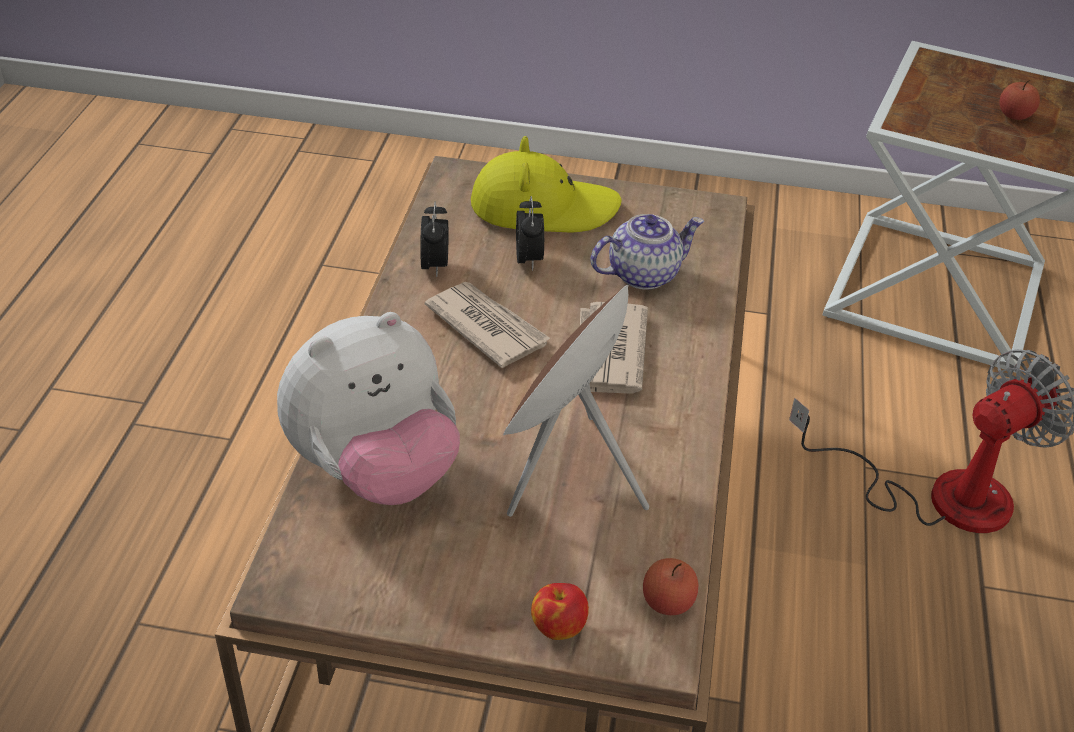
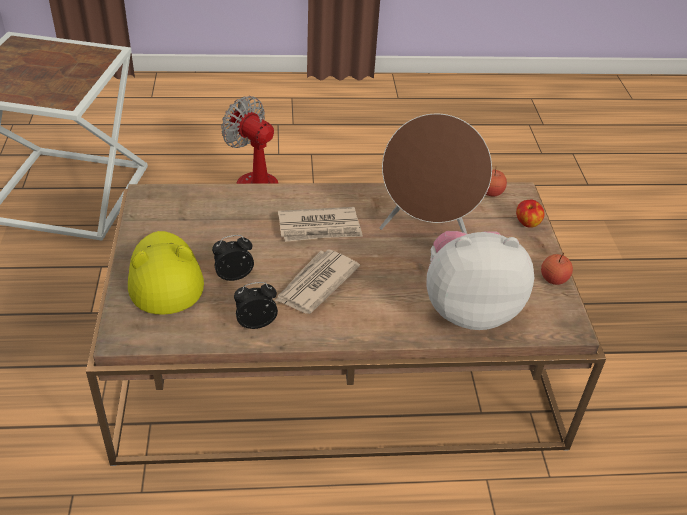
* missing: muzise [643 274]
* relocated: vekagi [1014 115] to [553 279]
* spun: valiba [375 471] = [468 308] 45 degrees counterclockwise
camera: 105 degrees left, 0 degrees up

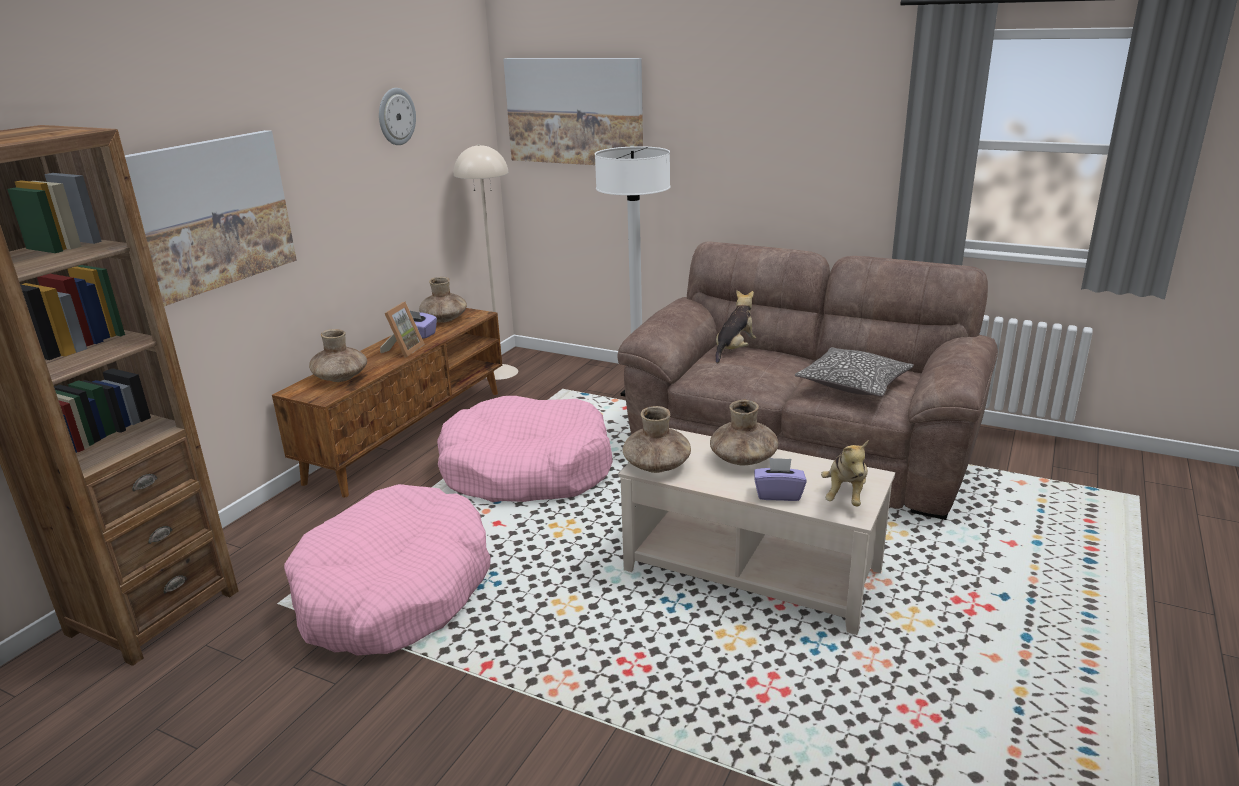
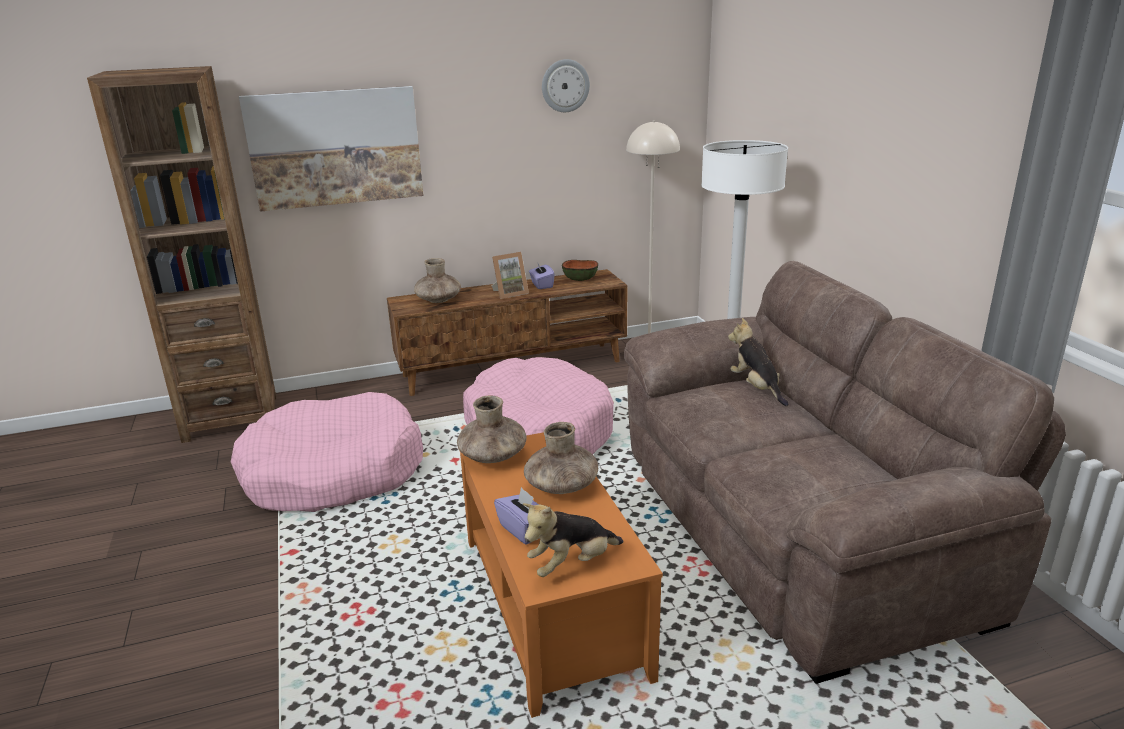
* missing: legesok [574 111]
* missing: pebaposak [853 384]
* exchanged: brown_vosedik [444 319] to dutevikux [580 279]
* colour: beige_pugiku [752 570] to orange_pugiku [552 605]
* spun: valiba [734 350] = [756 388] 105 degrees counterclockwise
camera: 45 degrees right, 0 degrees up

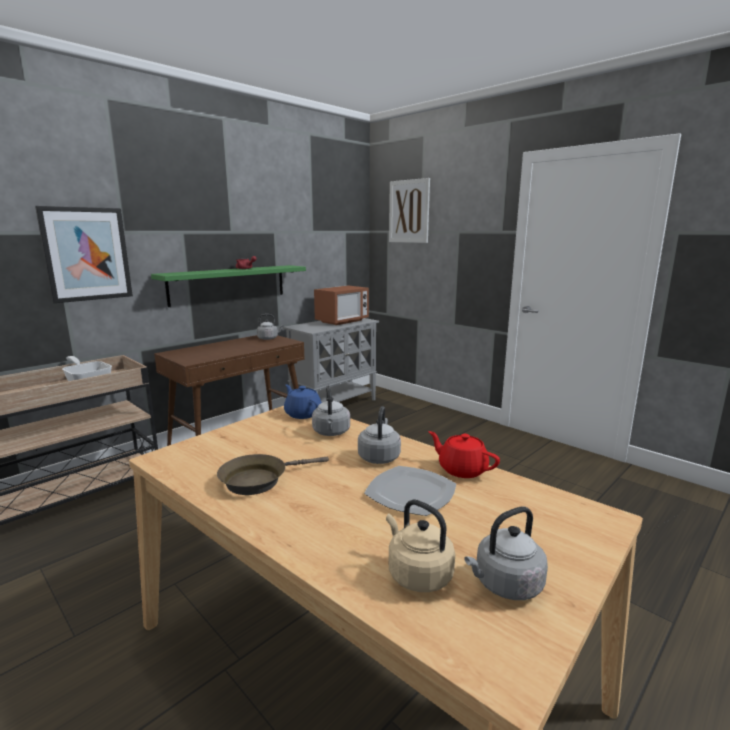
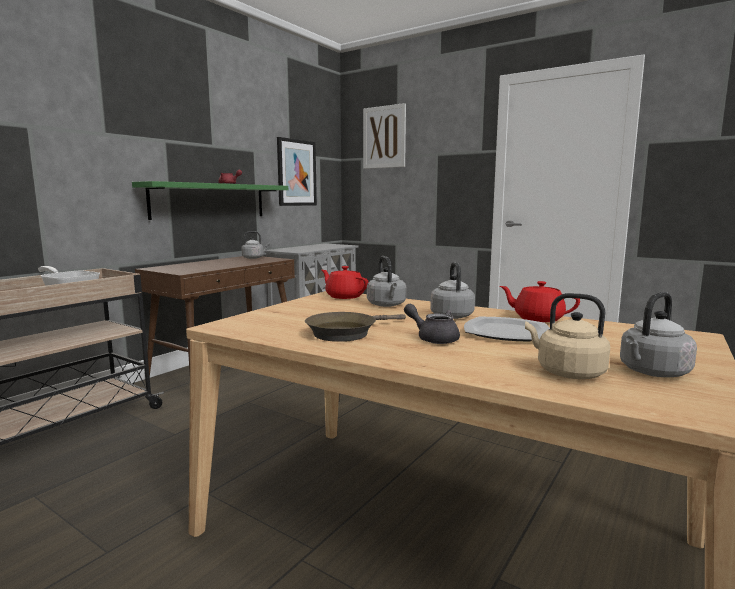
* missing: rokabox [342 321]
* appeared: grey_muzise [433 338]
* relocated: legesok [86 254] to [296 173]
* colour: blue_muzise [302 414] to red_muzise [344 296]
camera: 10 degrees left, 5 degrees down

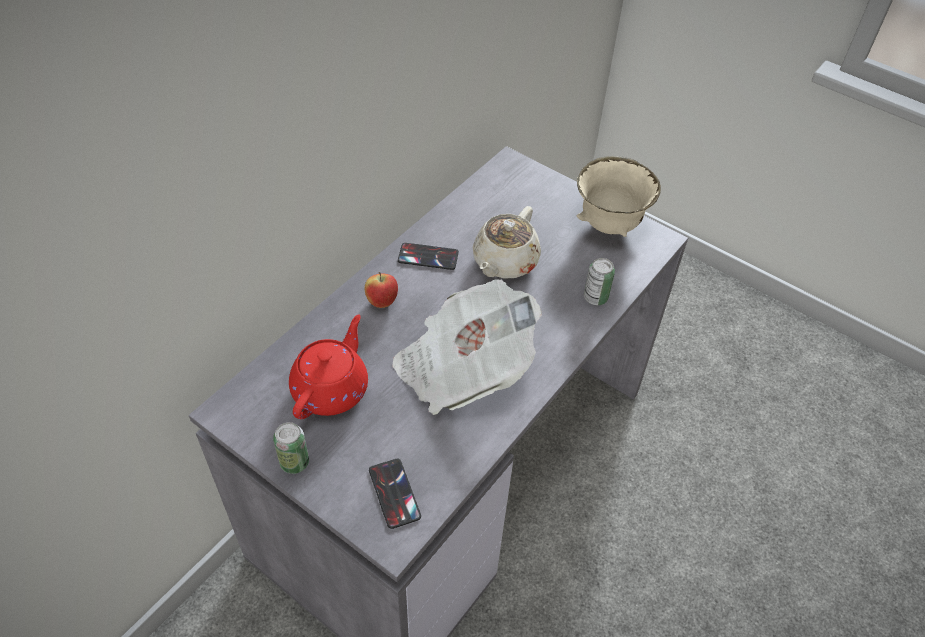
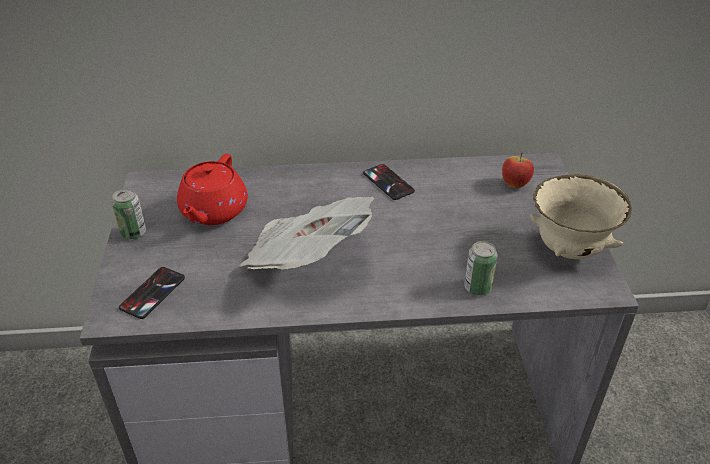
* missing: beige_muzise [504 262]
* relocated: vekagi [382 302] to [514 185]
* spun: red_muzise [331 388] = [213 211] 120 degrees clockwise
camera: 50 degrees right, 10 degrees down

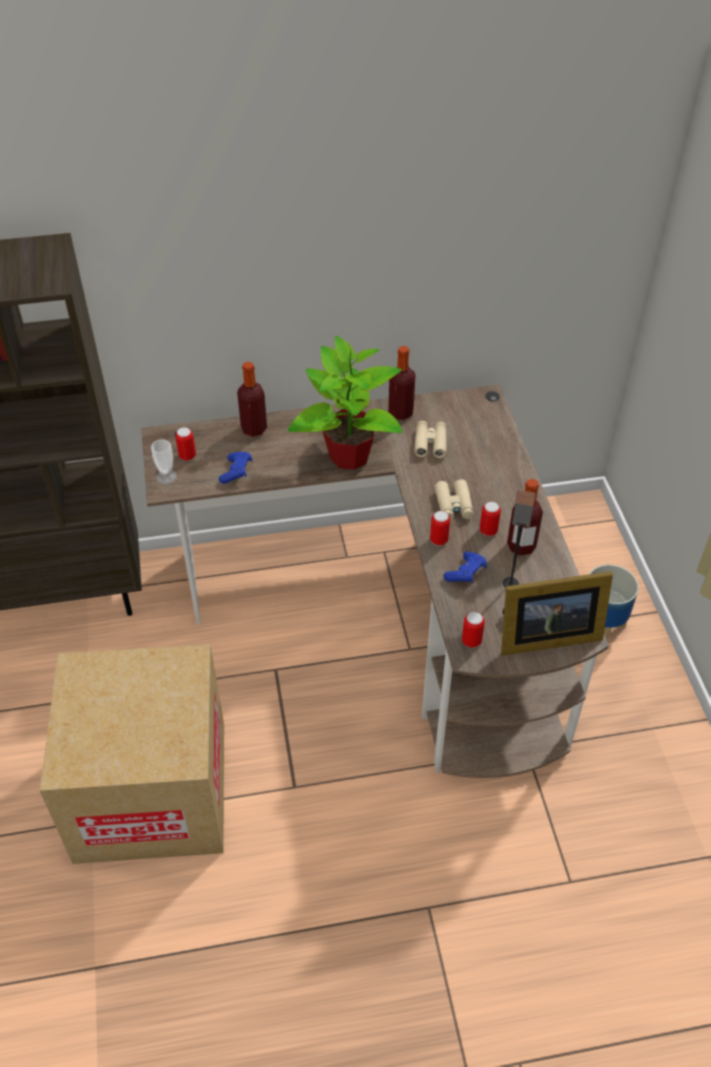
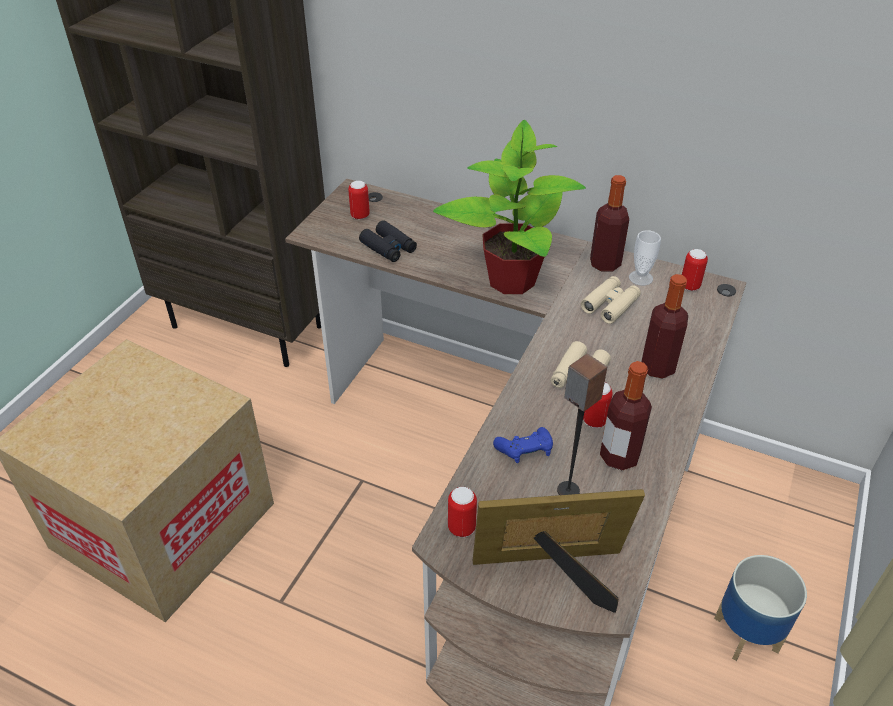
* relocated: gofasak [166 476] to [640 278]
* relocated: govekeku [254 429] to [657 367]
* relocated: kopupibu [439 540] to [689 286]
* exchanged: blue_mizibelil [236 472] to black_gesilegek [388 247]
* spun: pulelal [544 636] = [555 573] 150 degrees clockwise
camera: 35 degrees right, 5 degrees down

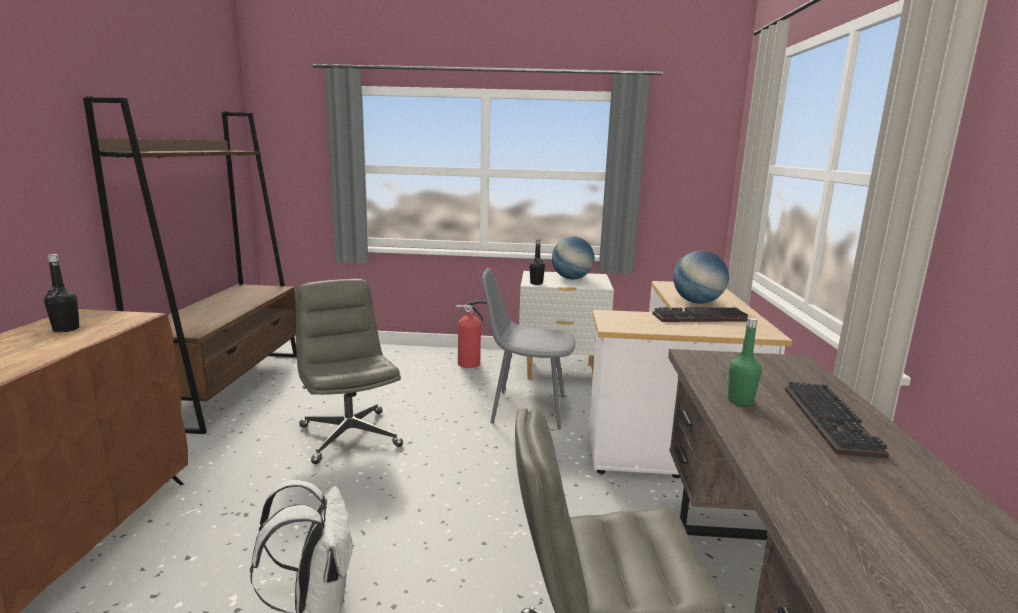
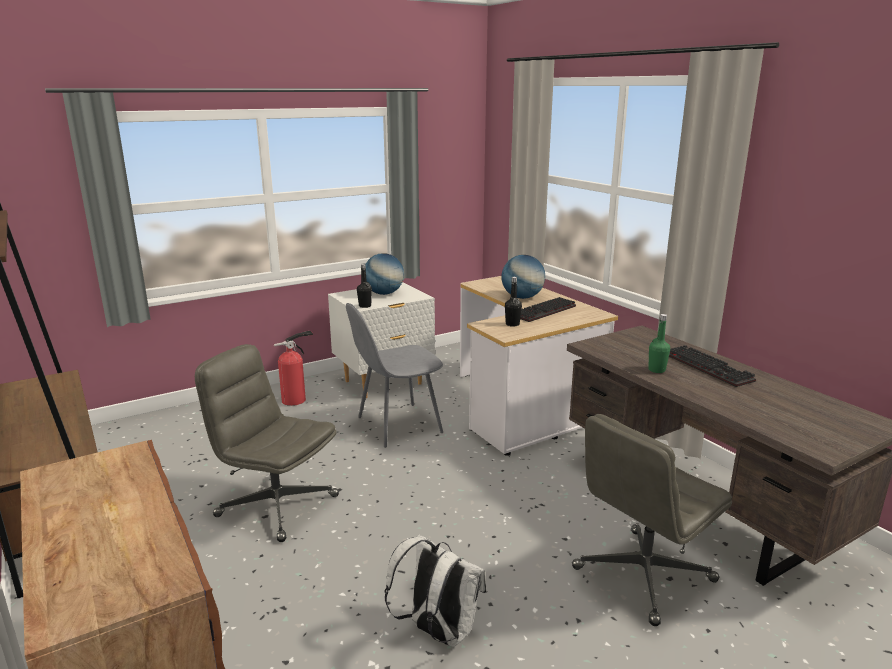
* relocated: black_govekeku [66 329] to [512 324]
camera: 35 degrees left, 5 degrees up

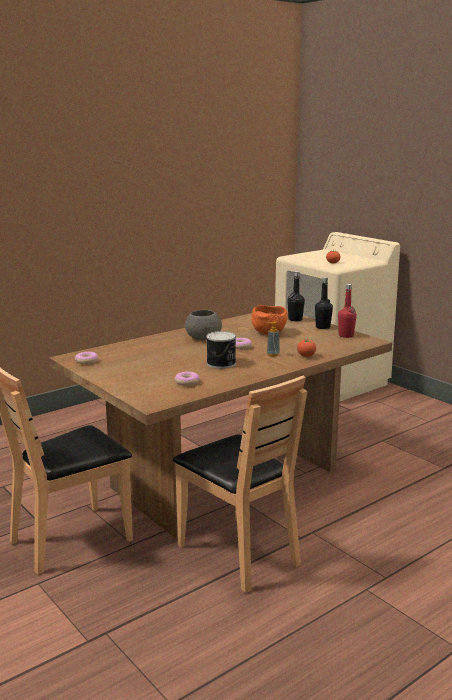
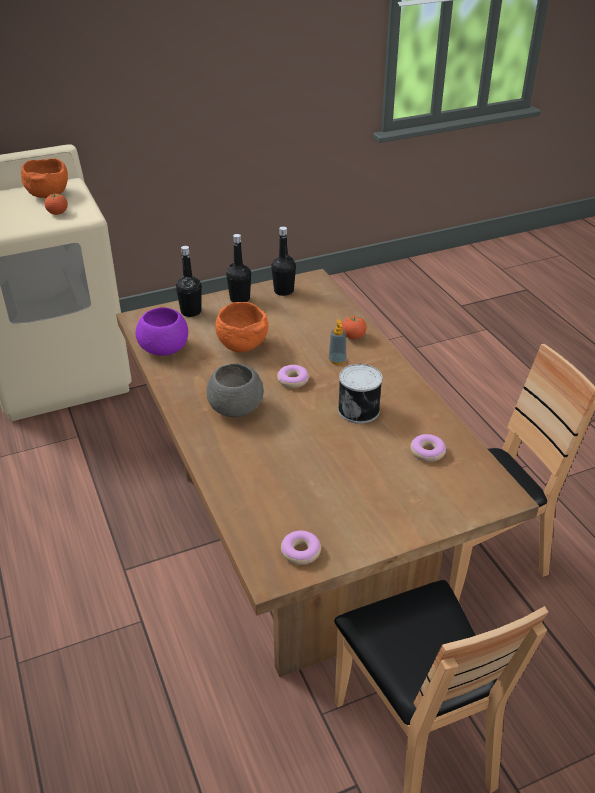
* appeared: orange_dutevikux [48 194]
* appeared: purple_dutevikux [164 349]
* colour: red_govekeku [346 335] to black_govekeku [283 291]
camera: 75 degrees left, 20 degrees up

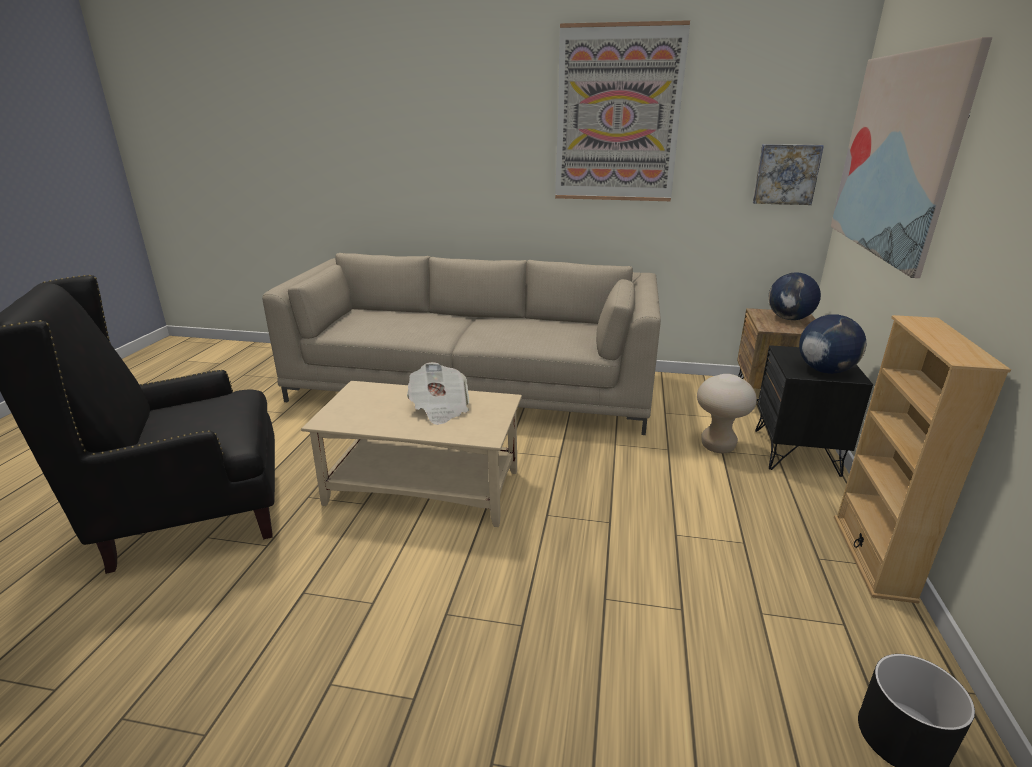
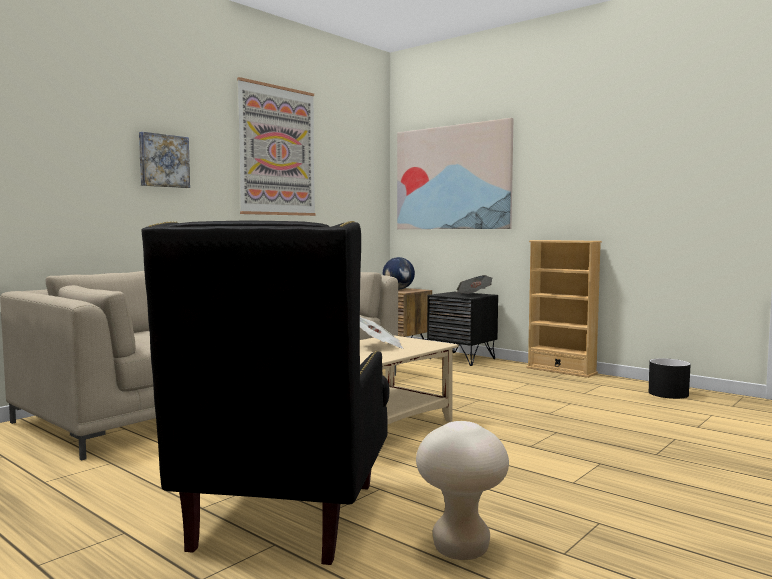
* relocated: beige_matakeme [717 446] to [461 549]
* relocated: legesok [786 174] to [163 161]
* exchanged: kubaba [825 371] to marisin [474 295]
camera: 60 degrees left, 20 degrees down

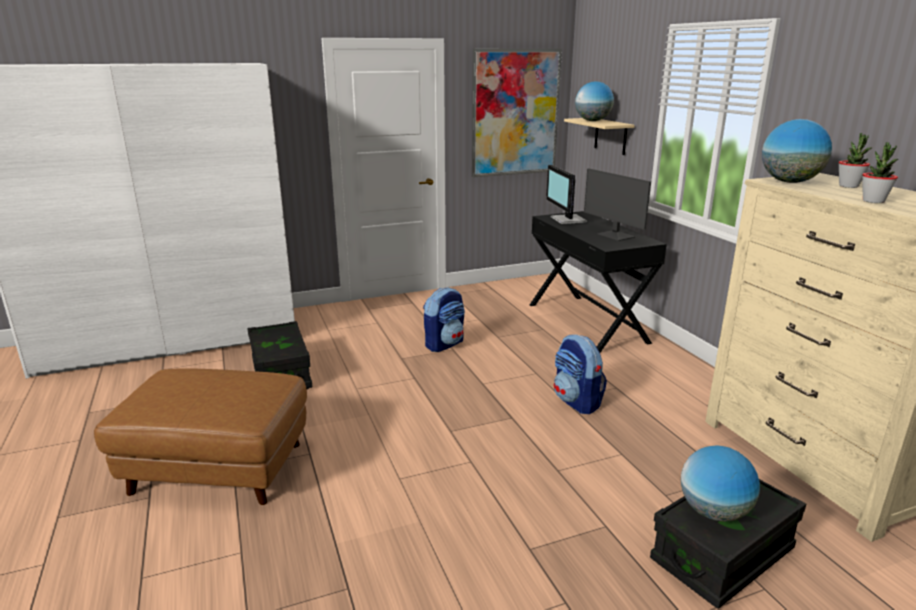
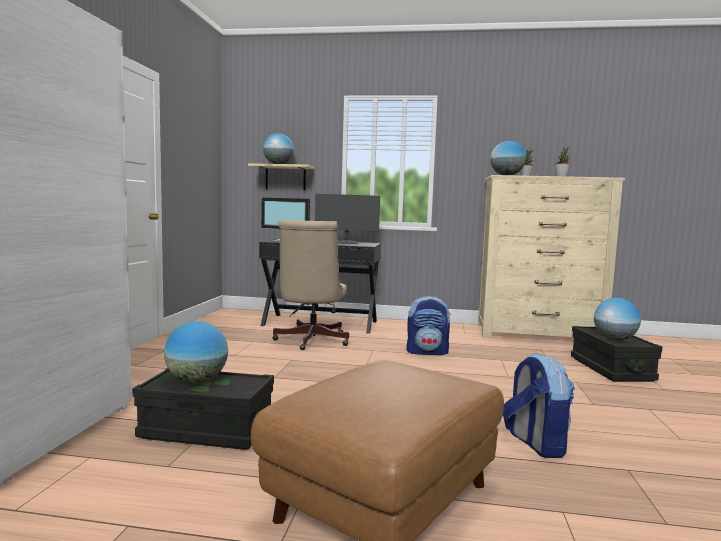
* missing: legesok [515 113]
* appeared: kubaba [196 381]
* appeared: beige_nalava [310 341]
* relocated: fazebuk [444 344] to [535 443]
camera: 60 degrees left, 15 degrees down

